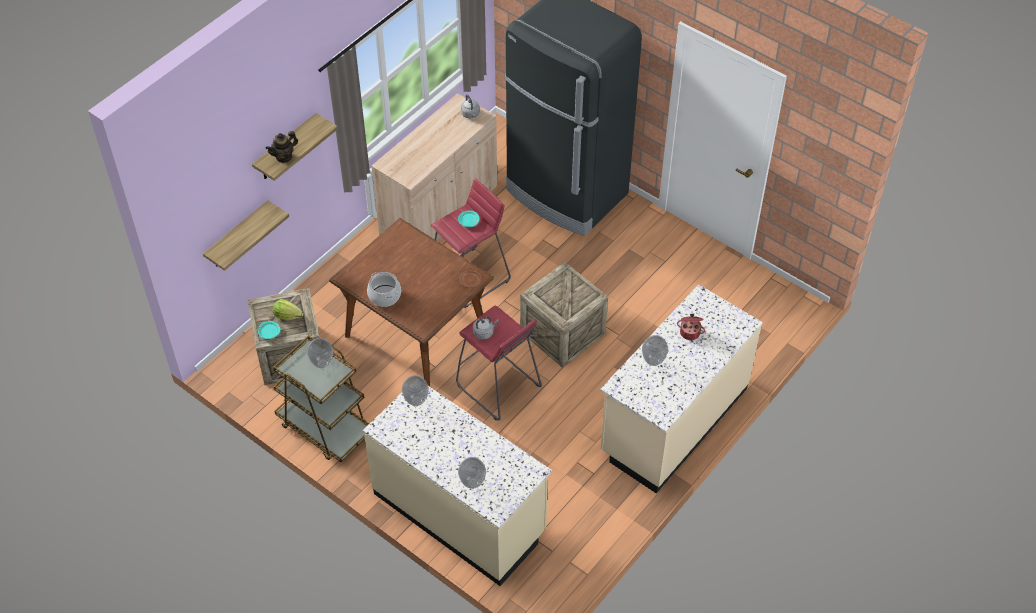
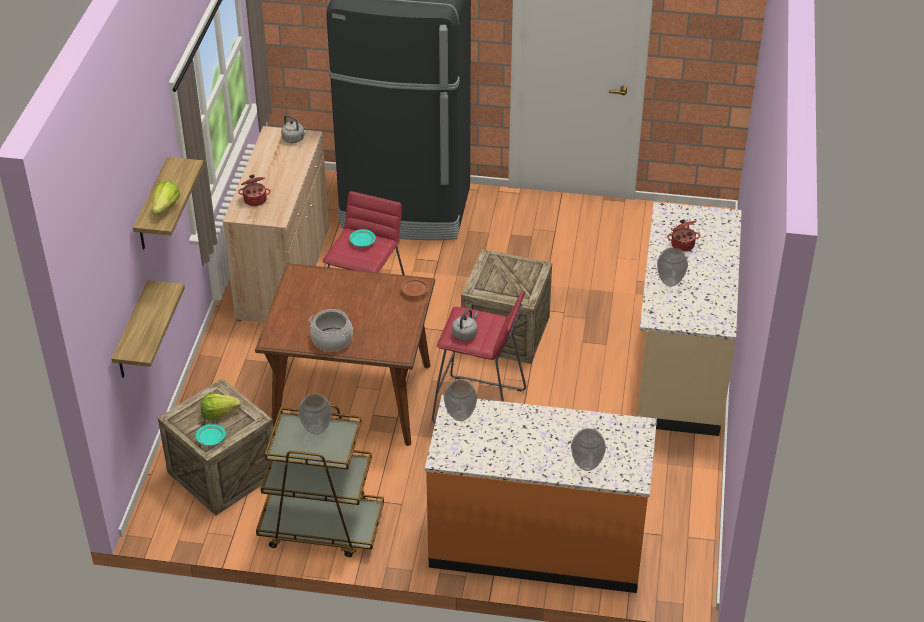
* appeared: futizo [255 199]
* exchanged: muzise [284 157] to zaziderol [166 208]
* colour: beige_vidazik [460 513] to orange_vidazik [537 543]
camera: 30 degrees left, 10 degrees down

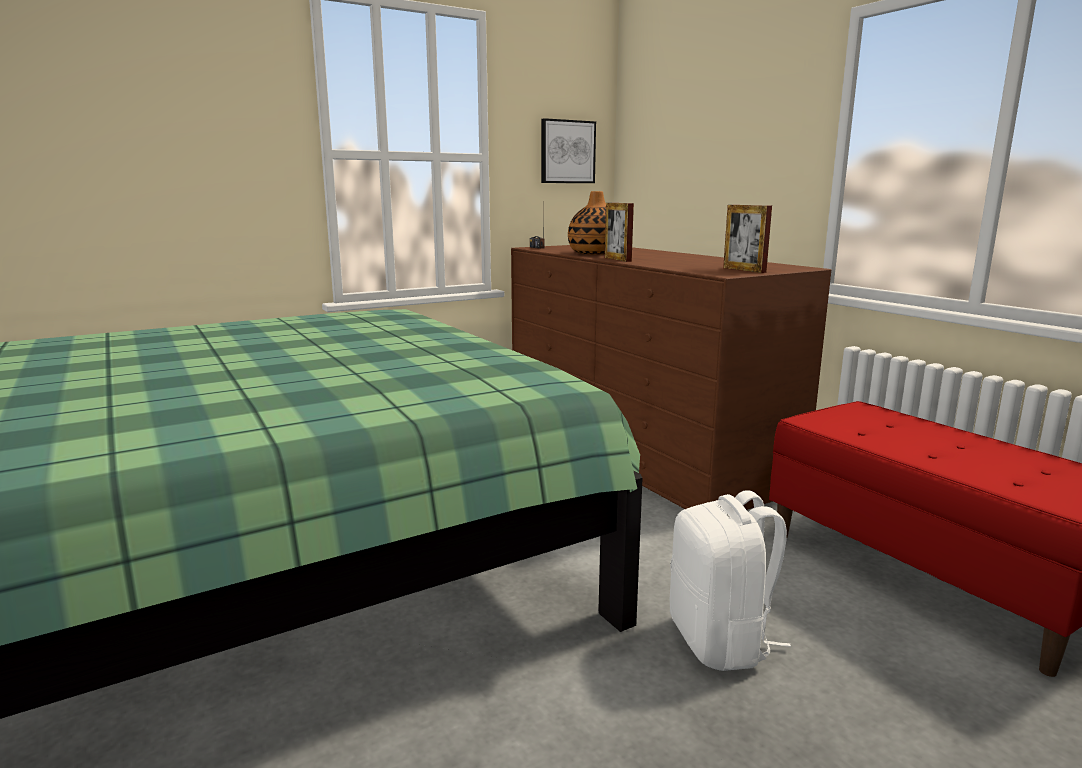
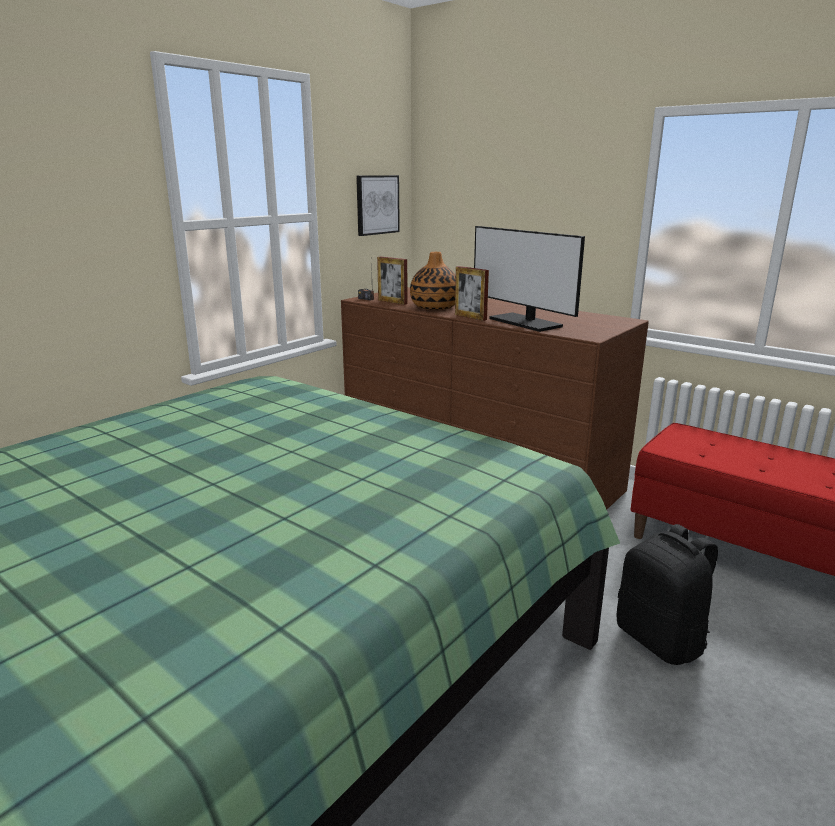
* appeared: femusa [525 323]
* relocated: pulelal [744 270] to [392 302]
* colour: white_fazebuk [721 642] to black_fazebuk [661 640]
camera: 20 degrees left, 5 degrees up

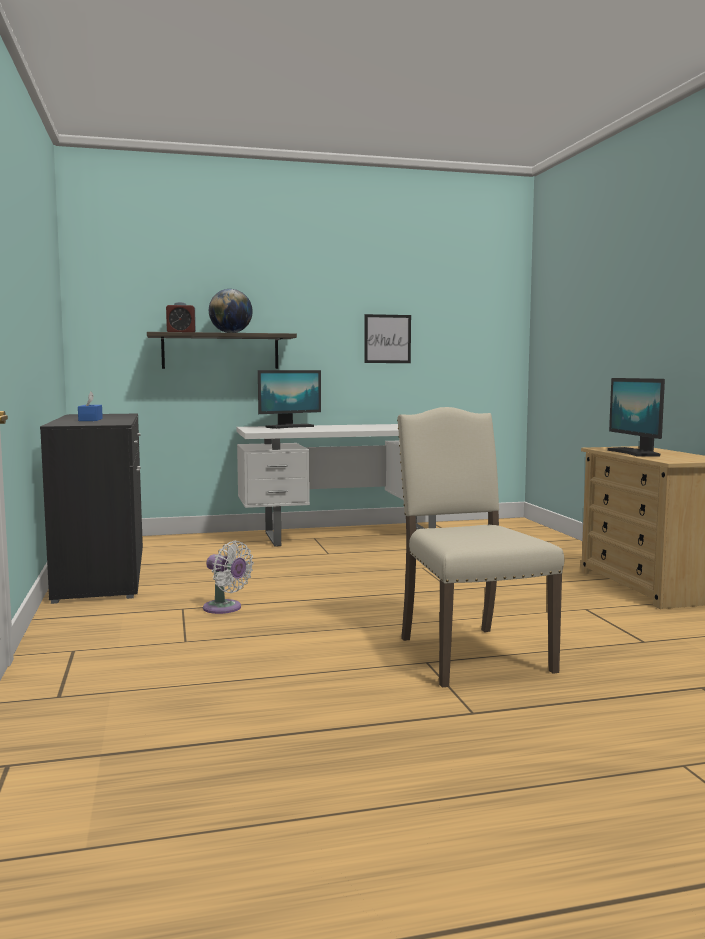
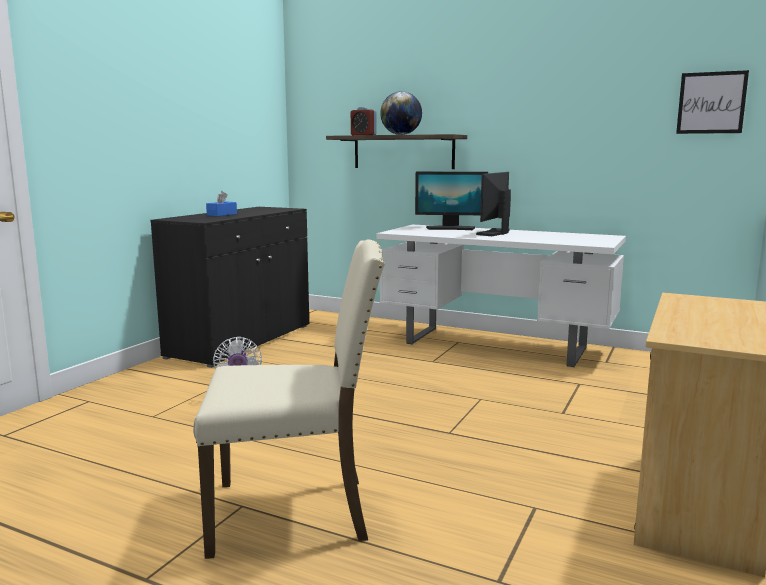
* relocated: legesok [387 339] to [711 103]
* relocated: femusa [635 453] to [495 233]
* spun: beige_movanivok [469 653] = [294 512] 60 degrees clockwise
camera: 40 degrees right, 5 degrees up

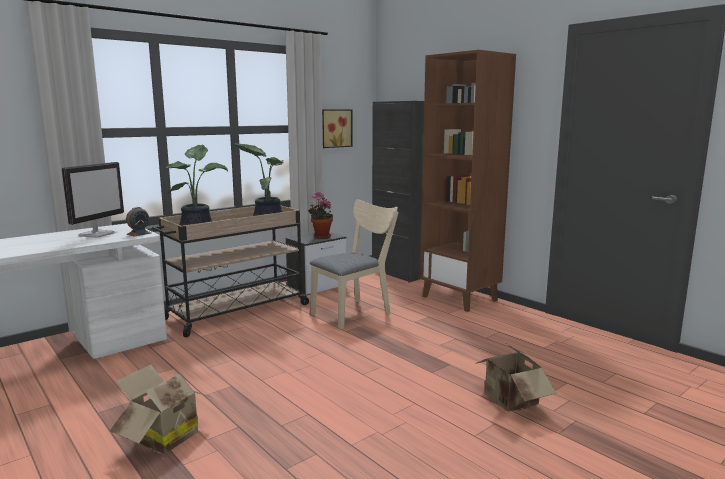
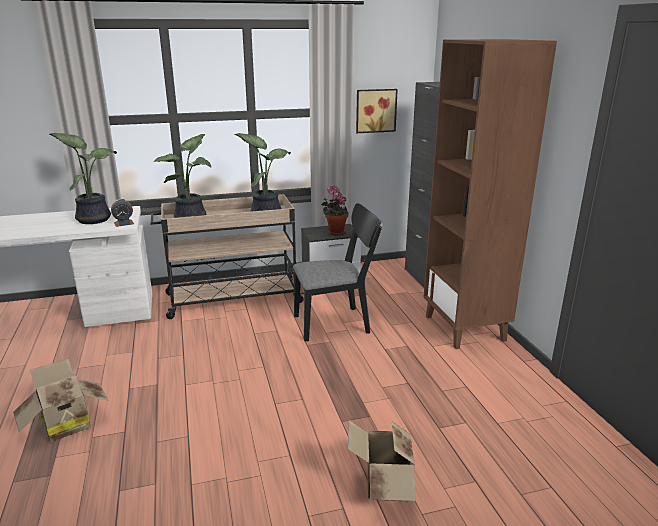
* exchanged: femusa [97 234] to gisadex [94 219]
* colour: beige_movanivok [355 312] to black_movanivok [337 323]
camera: 25 degrees right, 10 degrees up

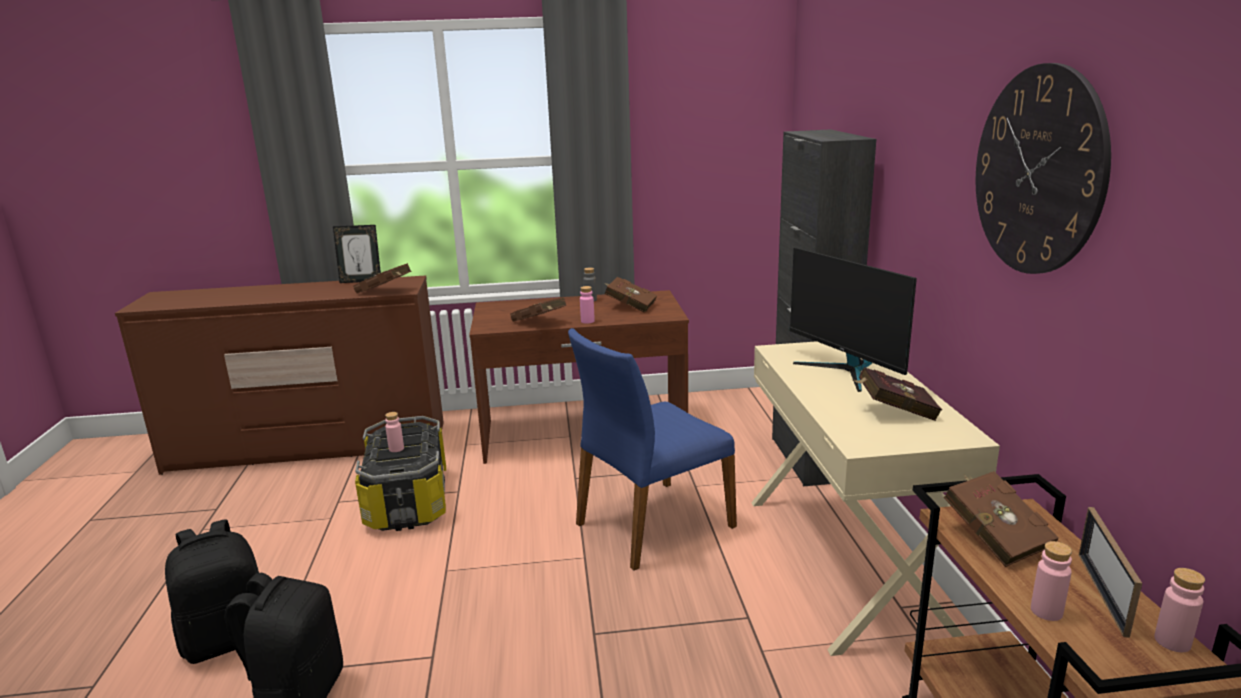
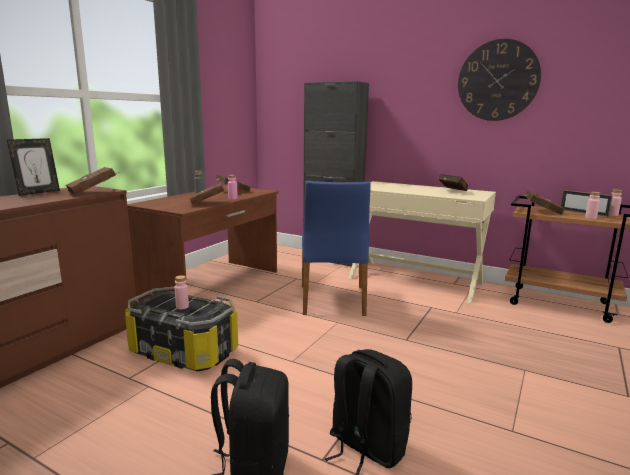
* missing: femusa [845 371]
camera: 55 degrees left, 5 degrees down

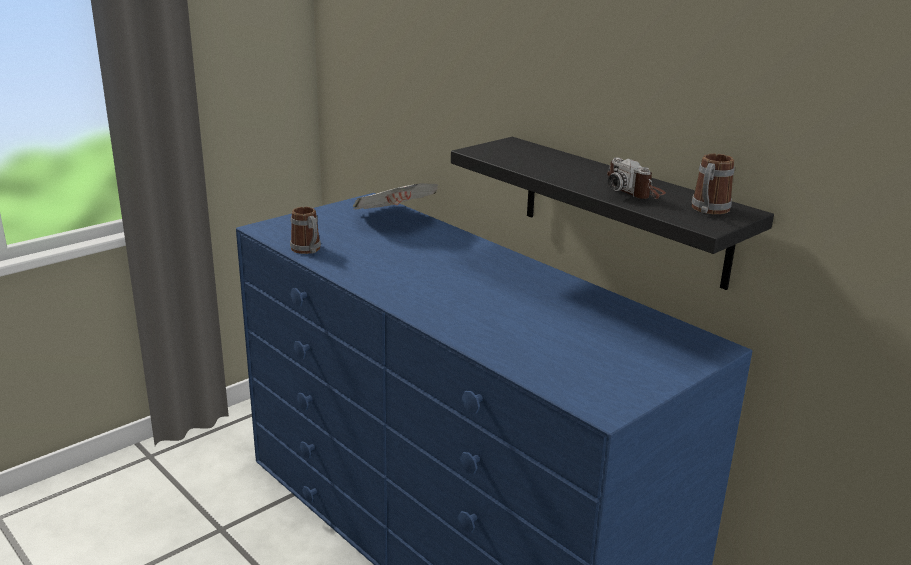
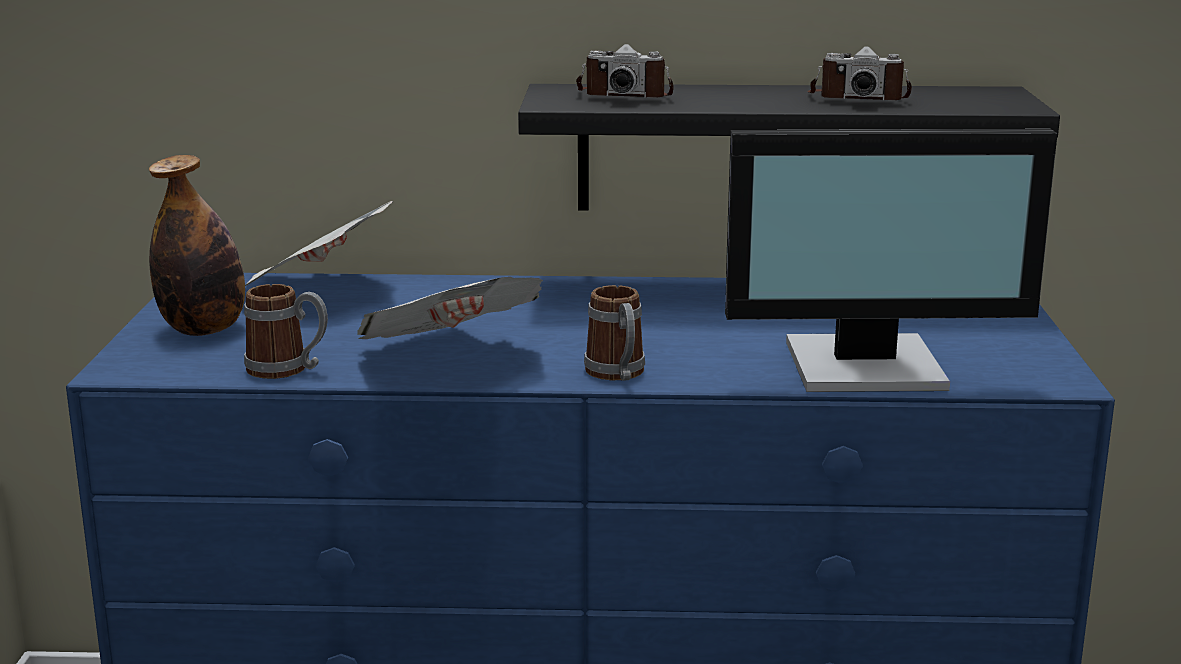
* appeared: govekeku [203 330]
* appeared: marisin [450 360]
* appeared: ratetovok [625 96]
* appeared: femusa [868 368]
* relocated: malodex [708 210] to [618 375]
camera: 45 degrees left, 5 degrees down

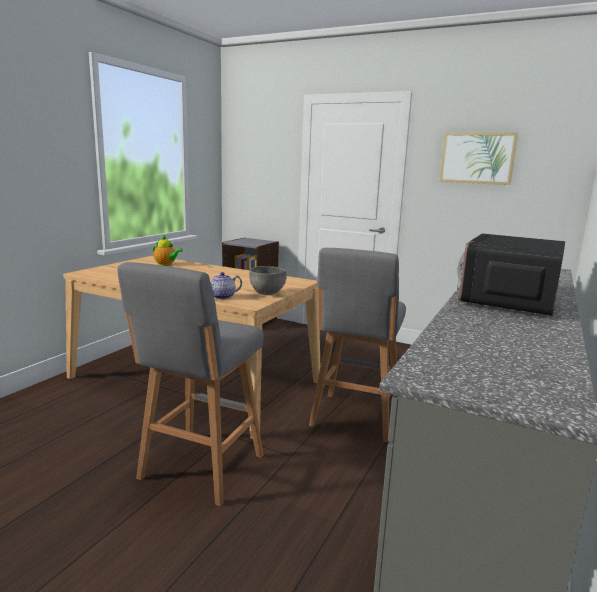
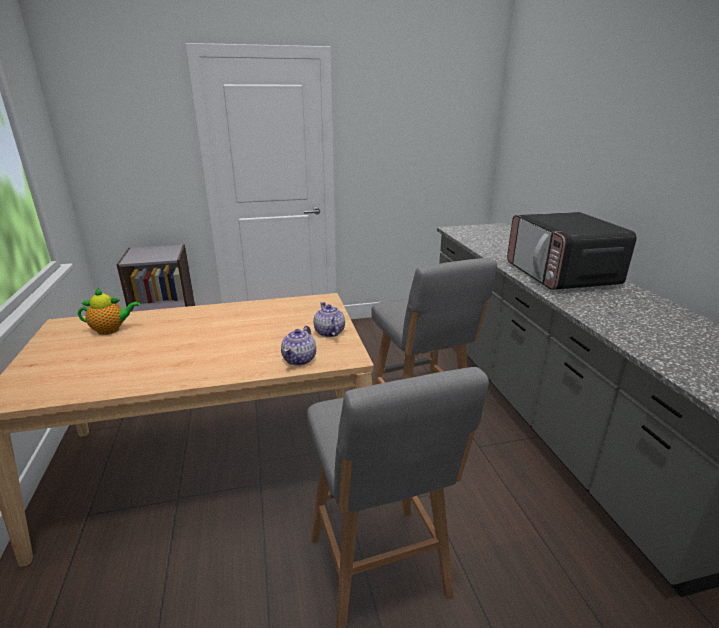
* missing: legesok [477 158]
* exchanged: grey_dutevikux [266 293] to muzise [329 332]
camera: 40 degrees left, 10 degrees up

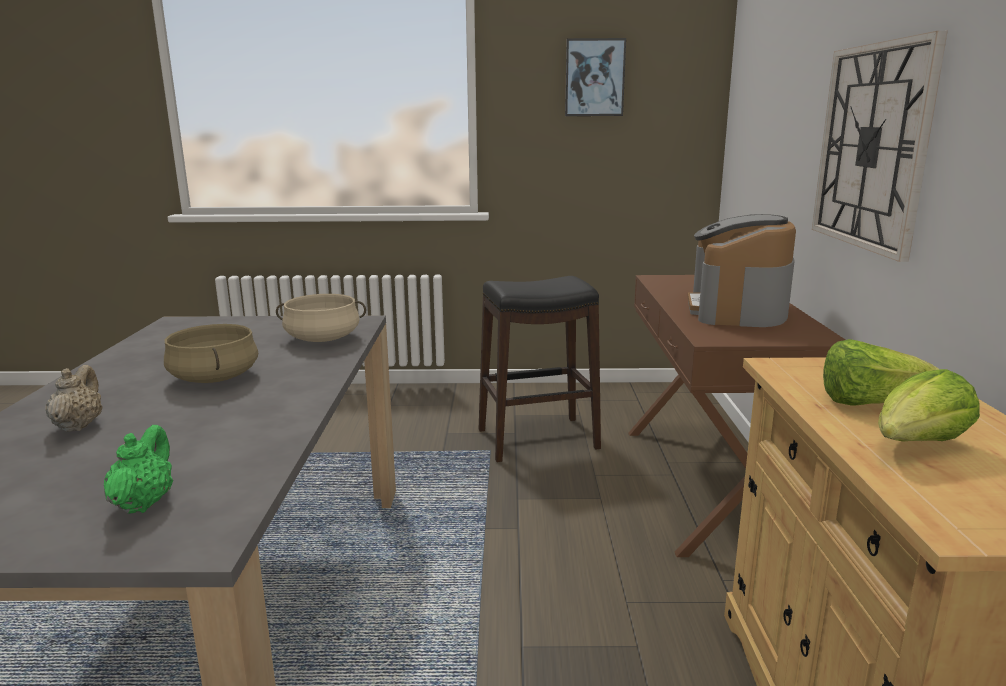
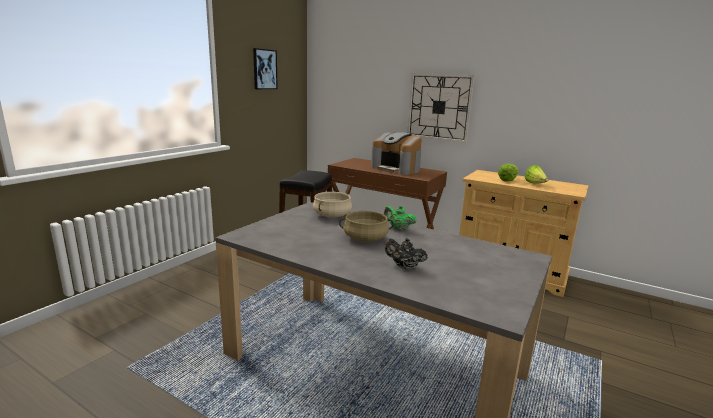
* relocated: green_muzise [144 503] to [398 229]
* colour: beige_muzise [79 426] to black_muzise [404 267]
camera: 60 degrees left, 0 degrees up

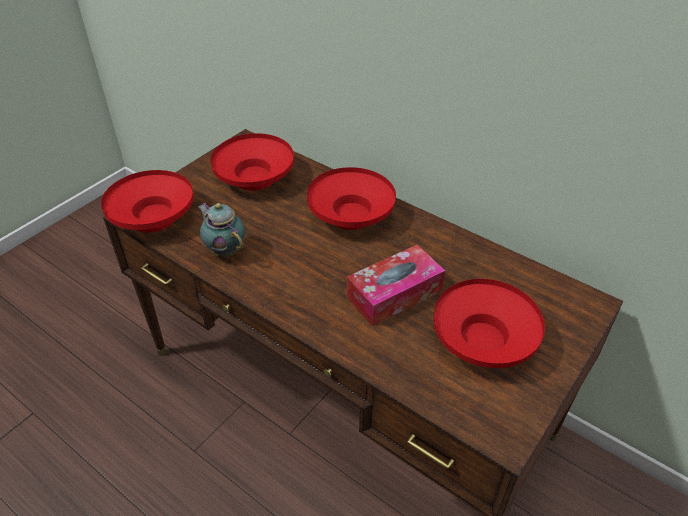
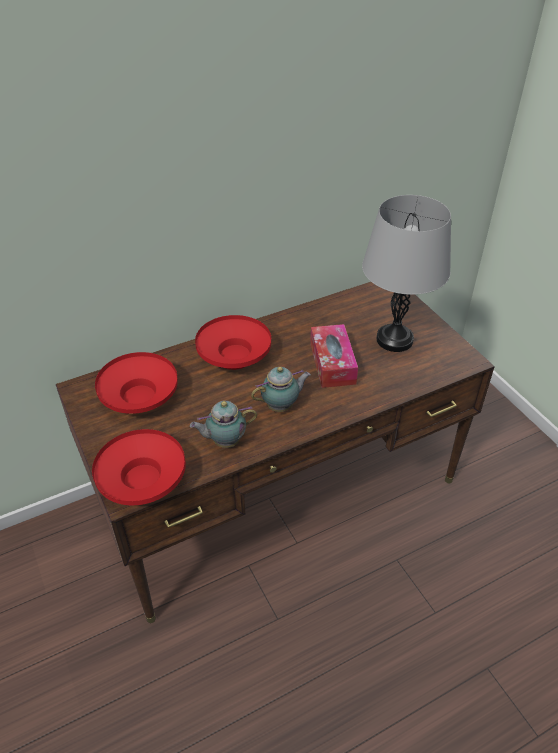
* appeared: muzise [282 406]
* exchanged: red_dutevikux [483 340] to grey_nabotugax [394 340]
camera: 65 degrees left, 0 degrees up

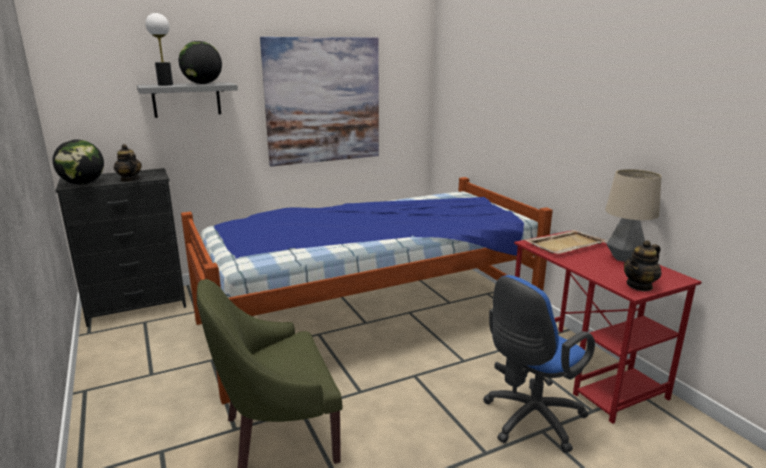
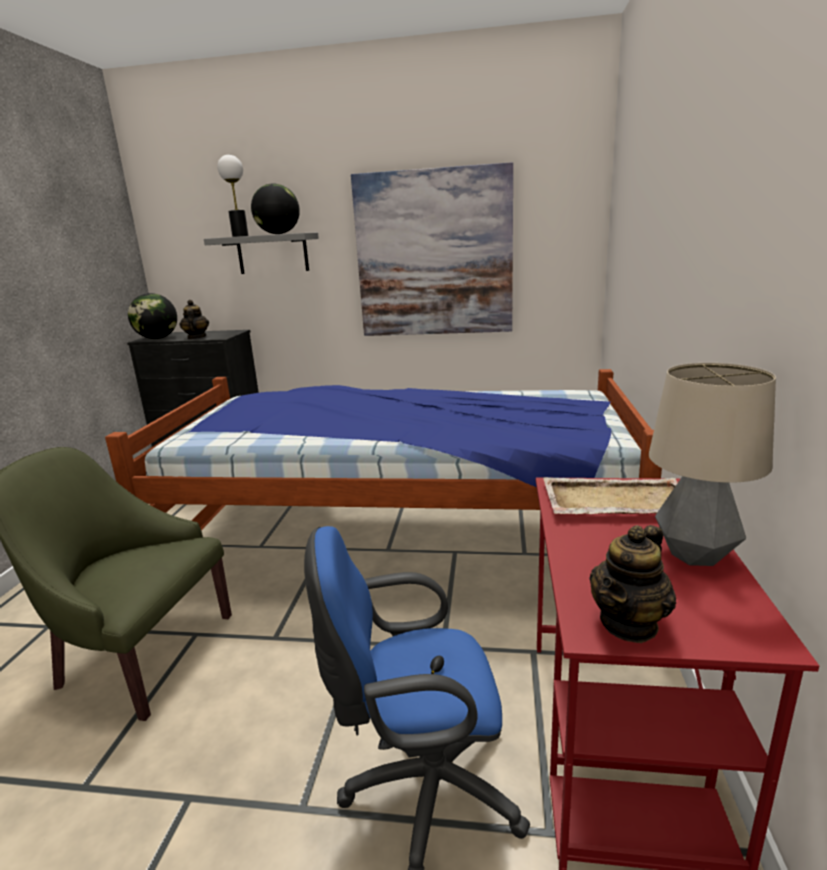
* spun: muzise [639 286] = [629 623] 45 degrees counterclockwise
camera: 35 degrees right, 0 degrees up

